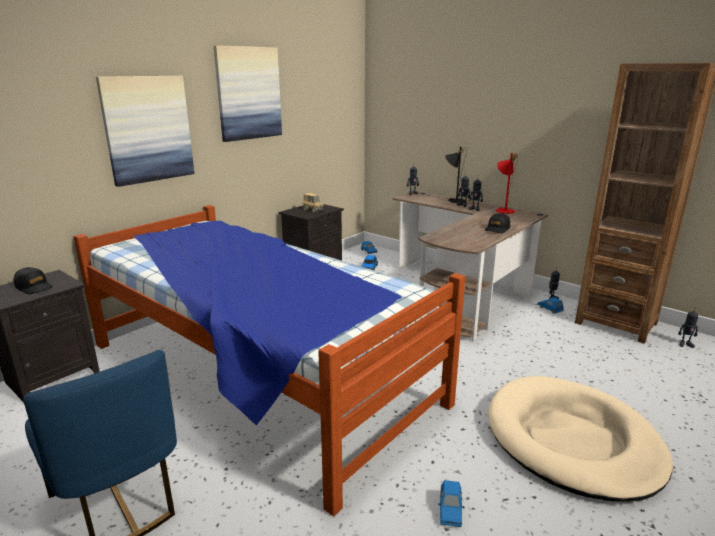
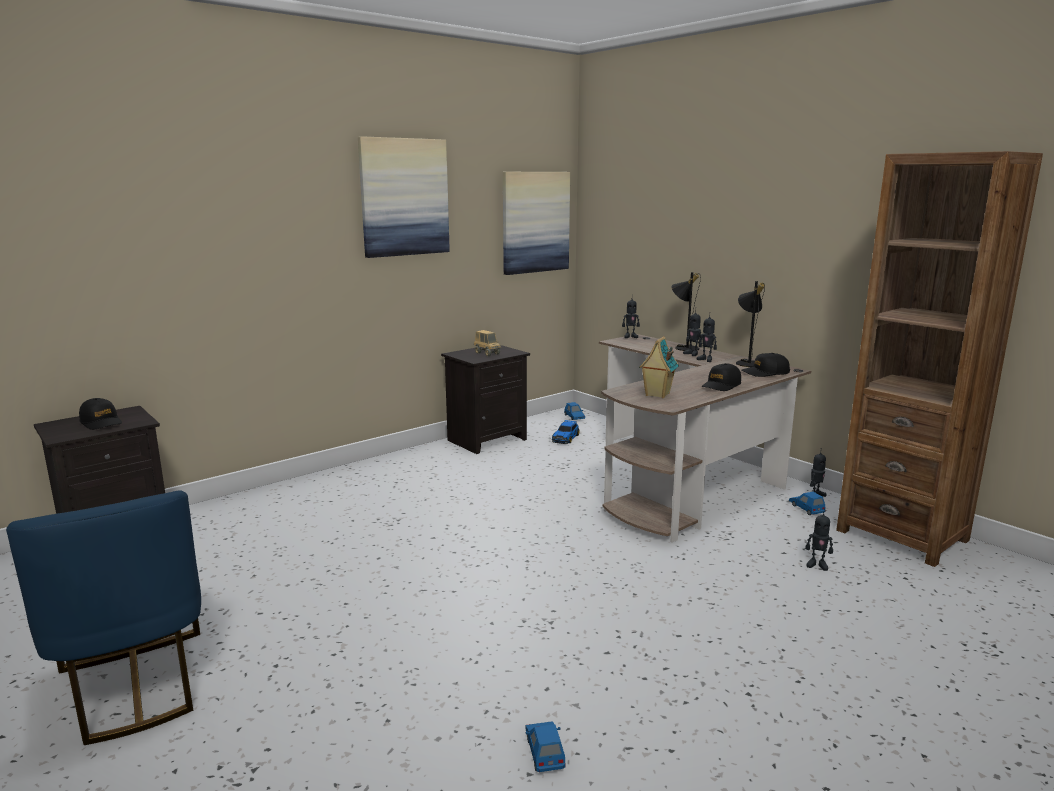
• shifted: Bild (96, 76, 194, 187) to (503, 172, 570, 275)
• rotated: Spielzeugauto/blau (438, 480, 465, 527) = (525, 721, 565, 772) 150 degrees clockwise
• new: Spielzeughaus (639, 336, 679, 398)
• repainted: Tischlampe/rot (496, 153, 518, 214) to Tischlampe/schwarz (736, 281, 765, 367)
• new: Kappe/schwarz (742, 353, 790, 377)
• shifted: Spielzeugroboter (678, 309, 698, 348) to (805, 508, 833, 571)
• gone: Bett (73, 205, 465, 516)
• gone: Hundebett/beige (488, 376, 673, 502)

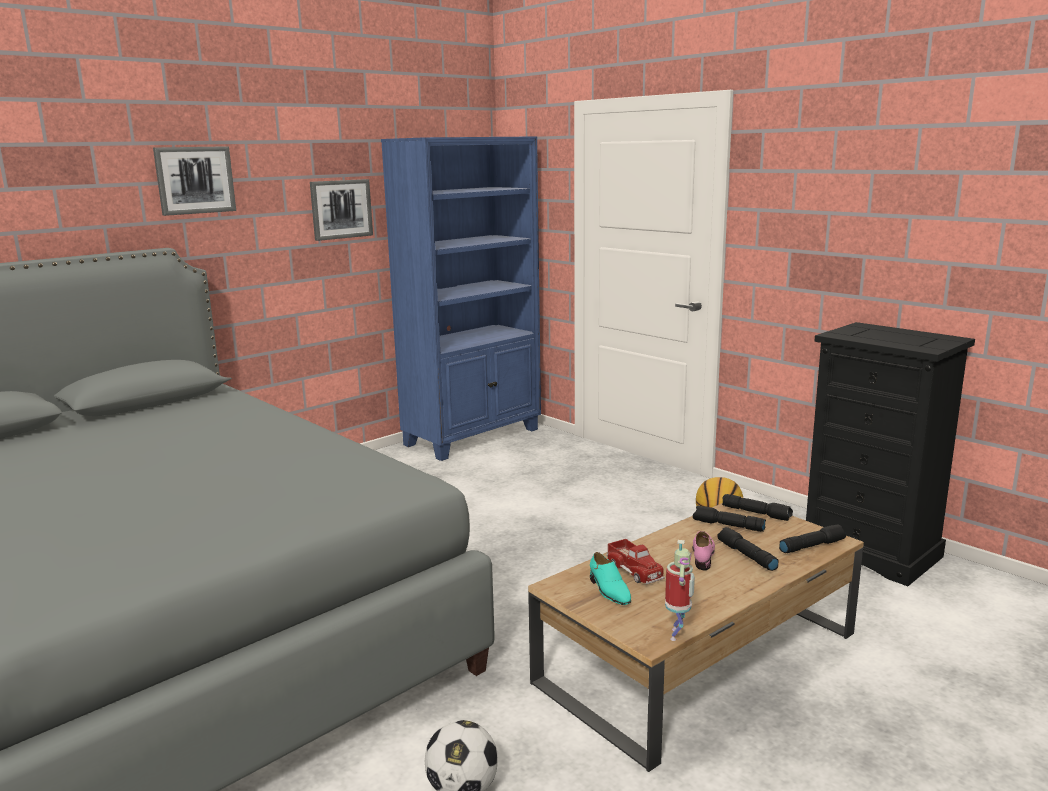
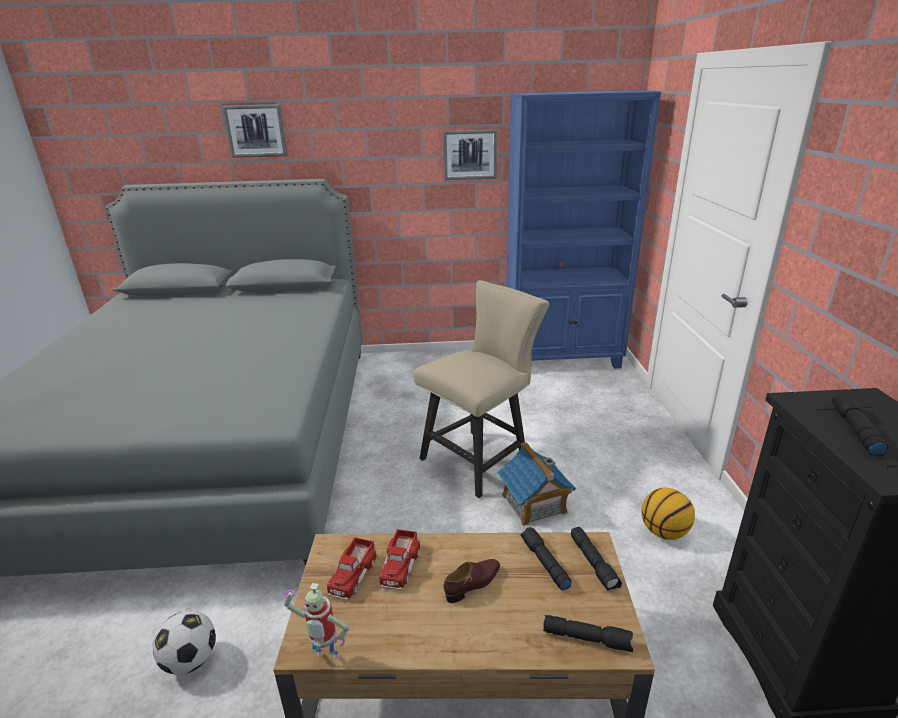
• shifted: Bild (153, 146, 236, 216) to (222, 104, 287, 158)
• rotated: Spielzeugroboter (665, 540, 695, 641) = (284, 583, 349, 659) 45 degrees clockwise
• swapped: Schuh/türkis (590, 552, 631, 605) to Spielzeuglaster (327, 537, 377, 601)
• new: Stuhl/beige (414, 280, 549, 498)
• repainted: Schuh/rosa (692, 531, 715, 570) to Schuh/braun (444, 559, 500, 603)
• new: Spielzeughaus (497, 442, 576, 526)
• shifted: Taschenlampe/schwarz (717, 527, 779, 571) to (832, 392, 888, 456)

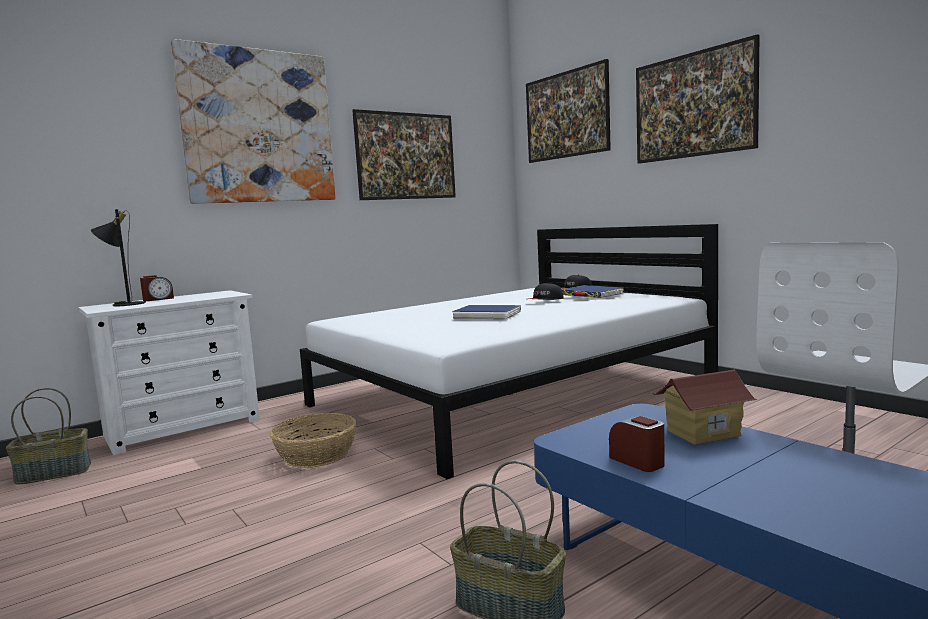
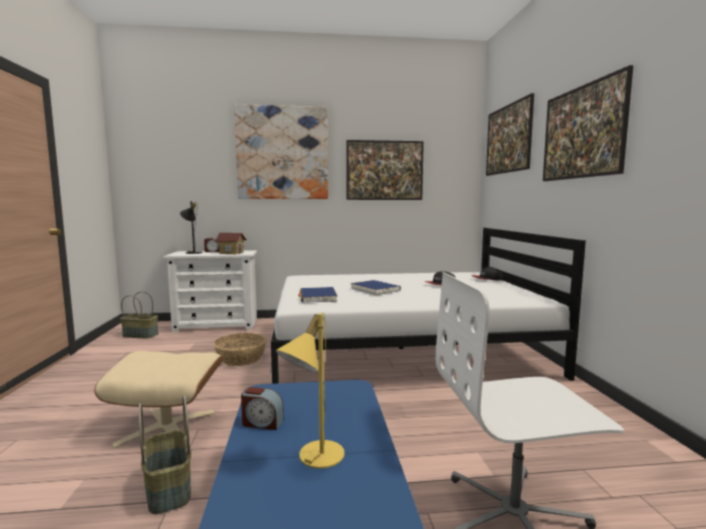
• new: Polsterhocker/beige (94, 351, 223, 448)
• shifted: Spielzeughaus (652, 370, 757, 445) to (214, 233, 247, 254)
• rotated: Wecker (609, 416, 665, 472) = (241, 387, 284, 430) 105 degrees clockwise
• new: Tischlampe/gelb (275, 313, 345, 469)
• shifted: Buch/blau (562, 285, 624, 298) to (298, 287, 337, 302)

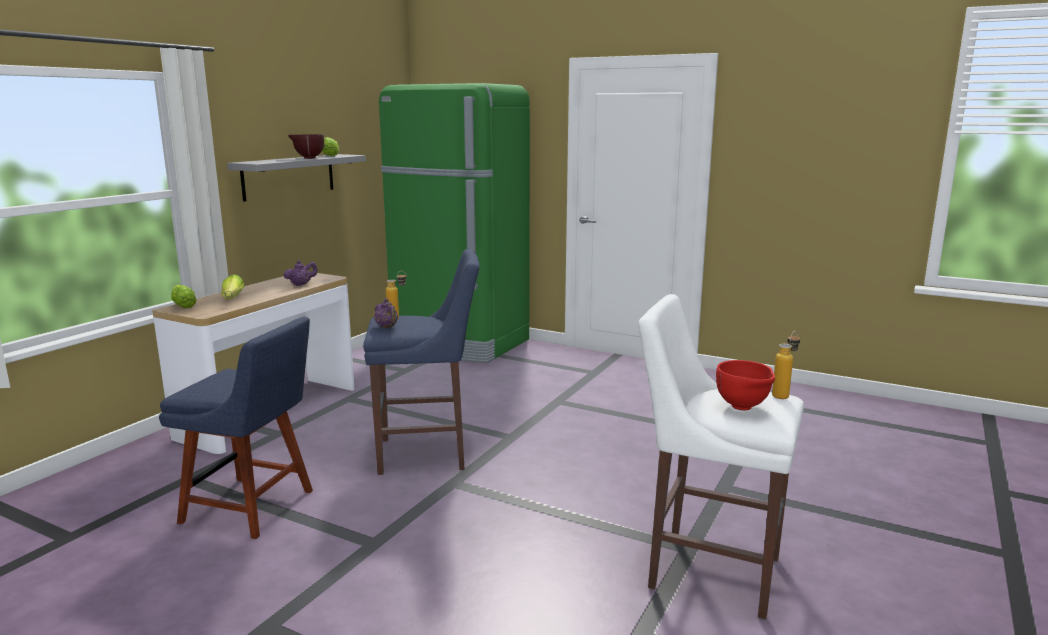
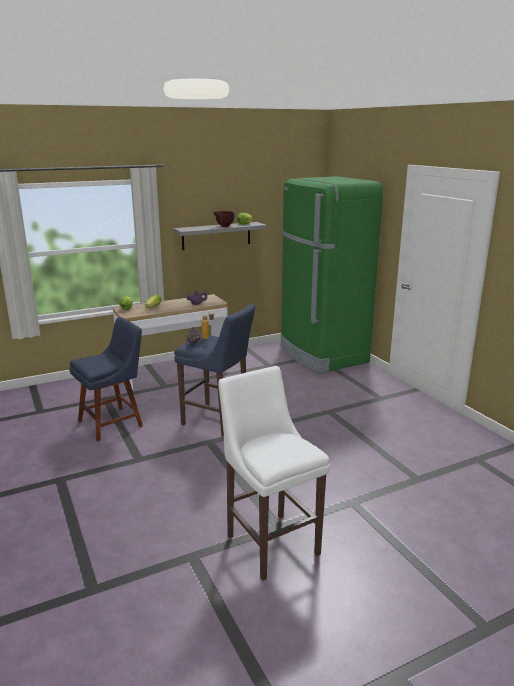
• rotated: Stuhl/blau (159, 317, 313, 539) = (69, 317, 143, 441) 90 degrees counterclockwise
• gone: Schüssel/rot (716, 360, 775, 410)
• gone: Flasche (772, 331, 800, 399)

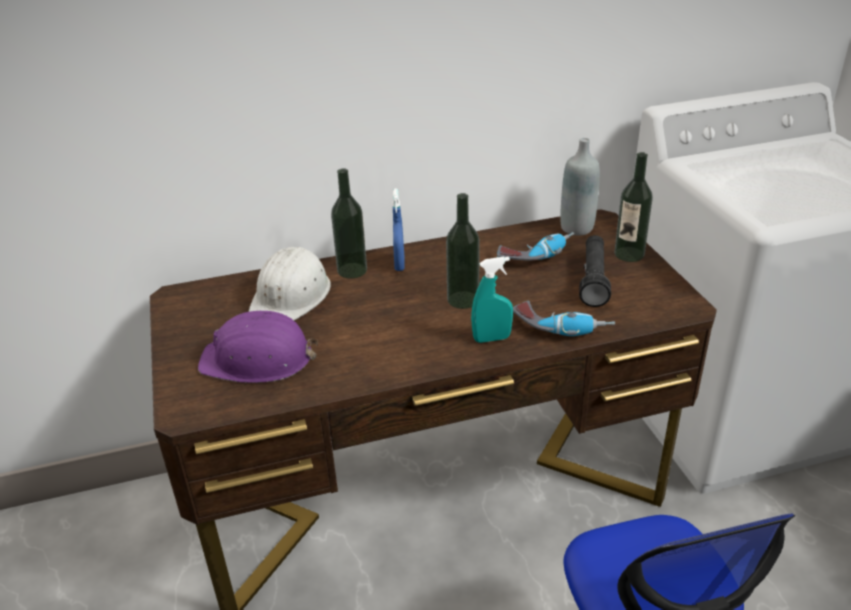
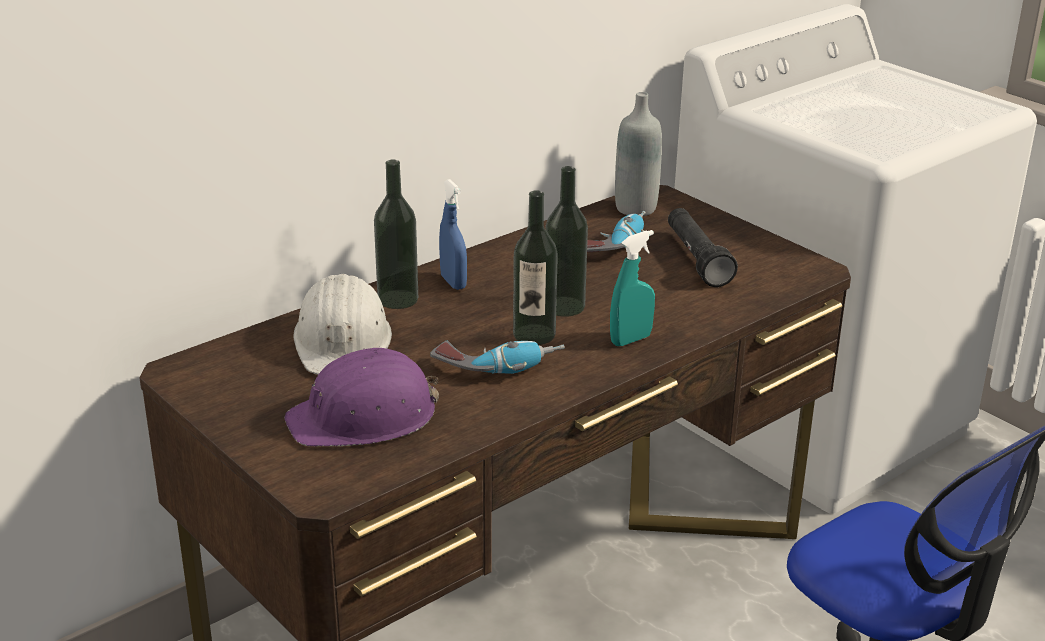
• shifted: Bohrmaschine (513, 301, 615, 336) to (430, 341, 565, 374)
• shifted: Flasche (614, 152, 653, 262) to (513, 190, 558, 345)

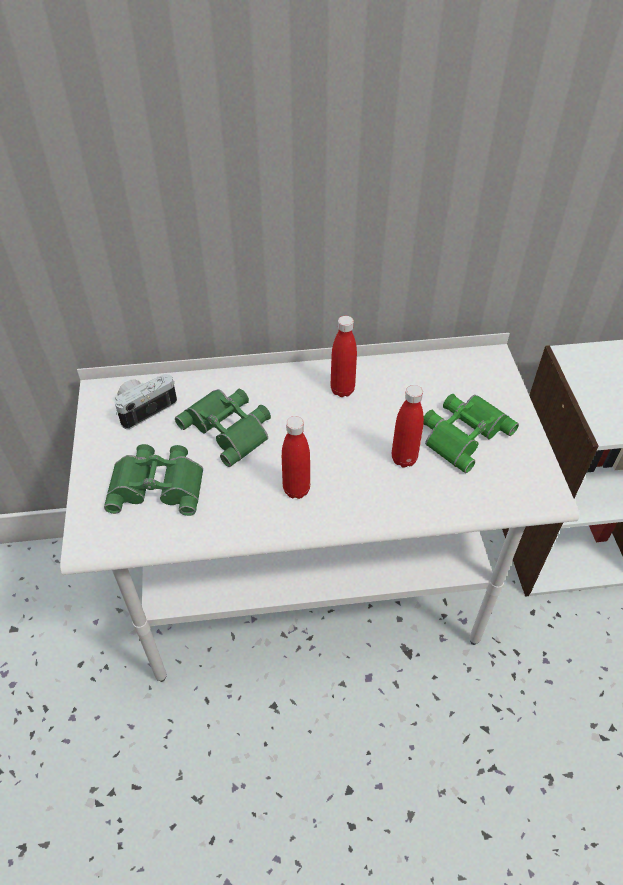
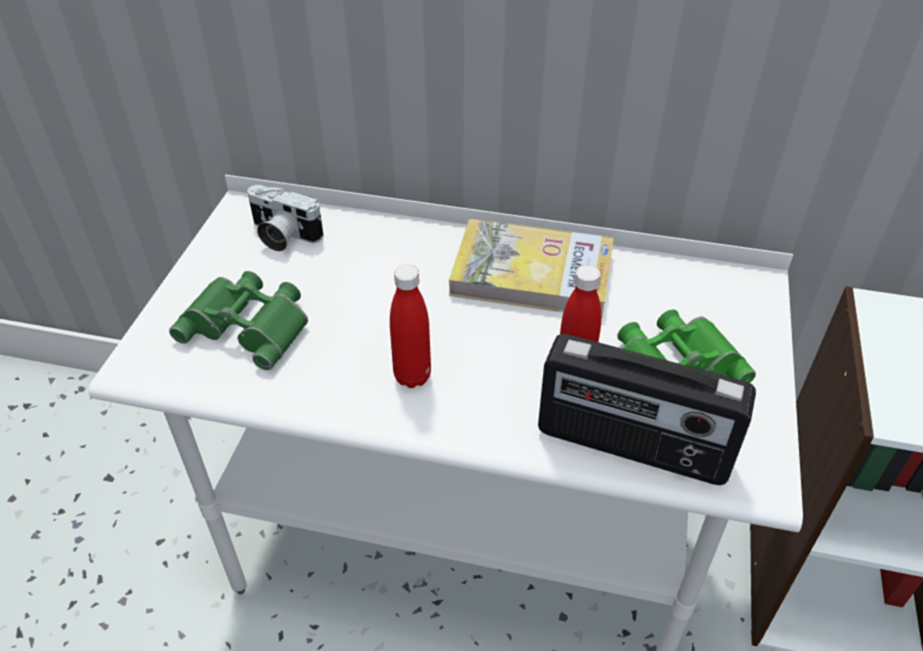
• rotated: Kamera (115, 374, 177, 429) = (247, 185, 324, 251) 135 degrees counterclockwise
• swapped: Flasche/rot (330, 316, 357, 397) to Buch (449, 219, 614, 318)
• new: Radio (538, 334, 756, 485)
• gone: Fernglas/grün (175, 389, 271, 467)

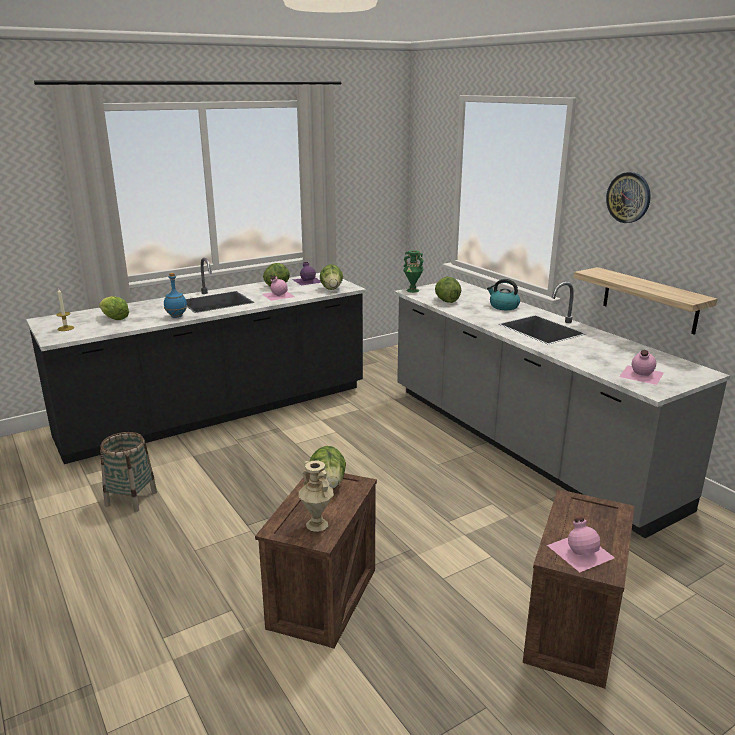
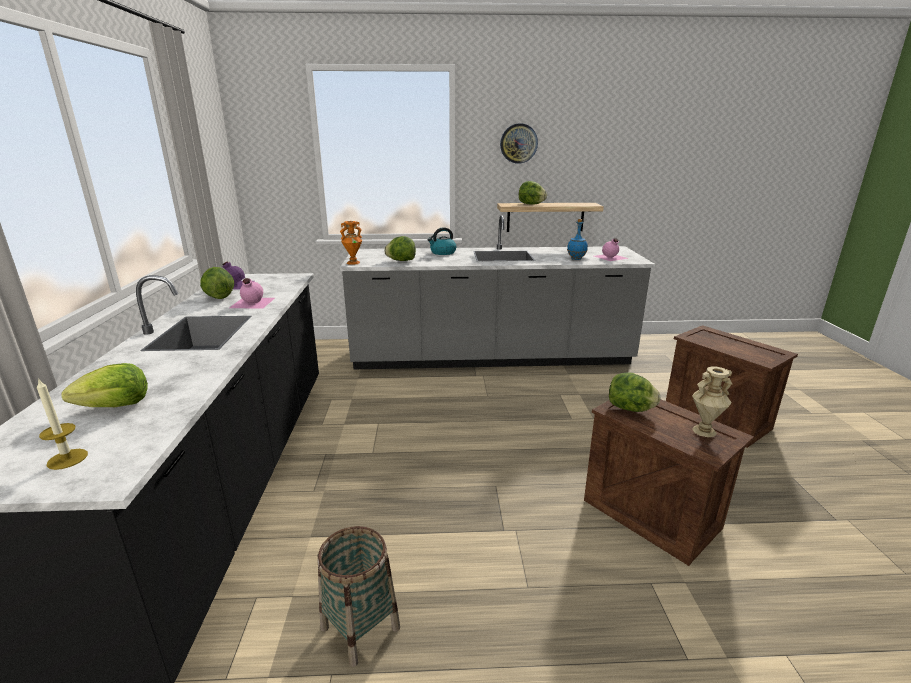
• repainted: Vase/grün (403, 250, 424, 293) to Vase/orange (340, 221, 362, 265)
• shifted: Salatkopf (320, 264, 343, 290) to (519, 181, 547, 205)
• shifted: Flasche/blau (164, 273, 187, 318) to (567, 219, 588, 260)
• gone: Flasche/rosa (547, 517, 615, 572)

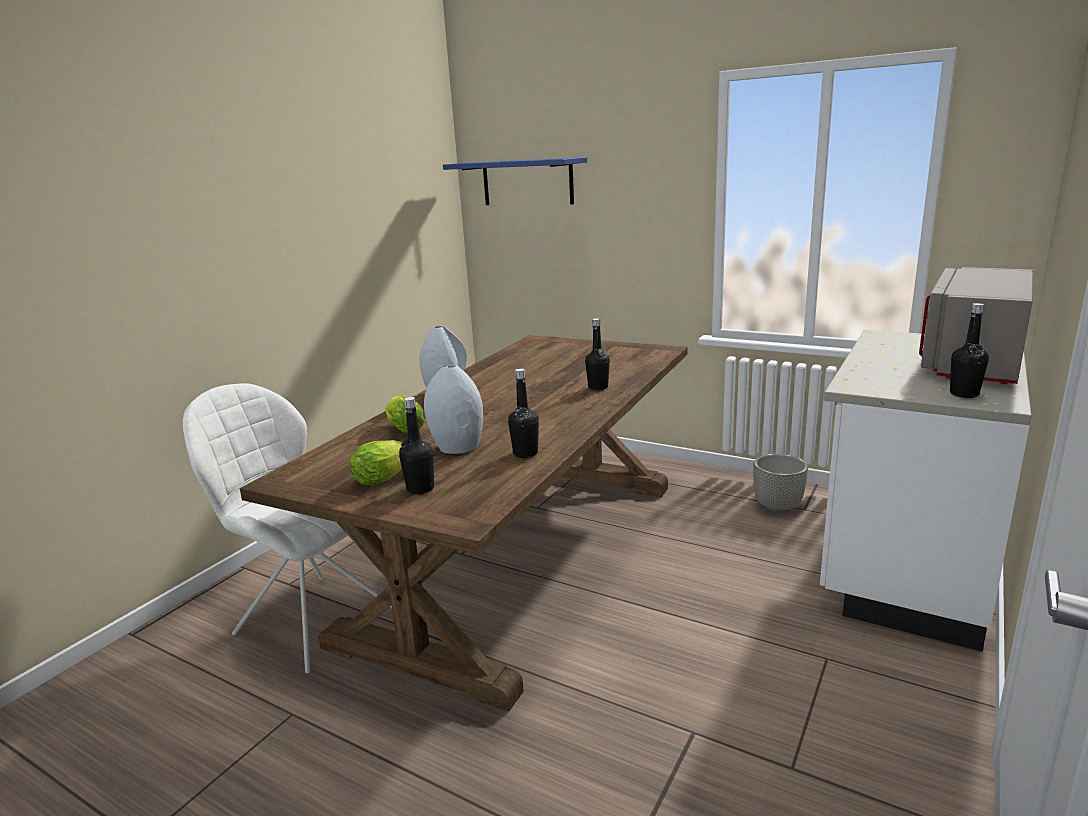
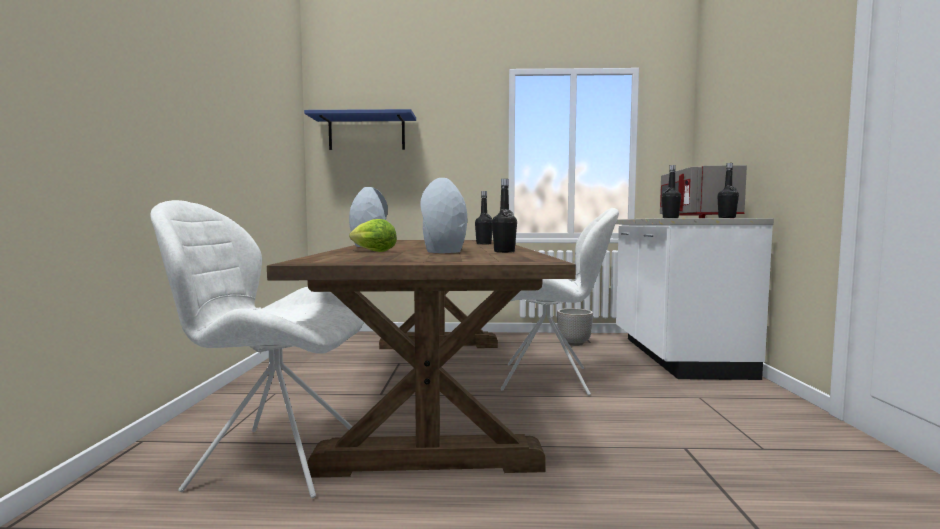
• new: Stuhl/weiß (501, 208, 619, 396)
• shifted: Flasche/schwarz (399, 397, 434, 494) to (662, 165, 681, 218)
• gone: Salatkopf (350, 440, 402, 485)

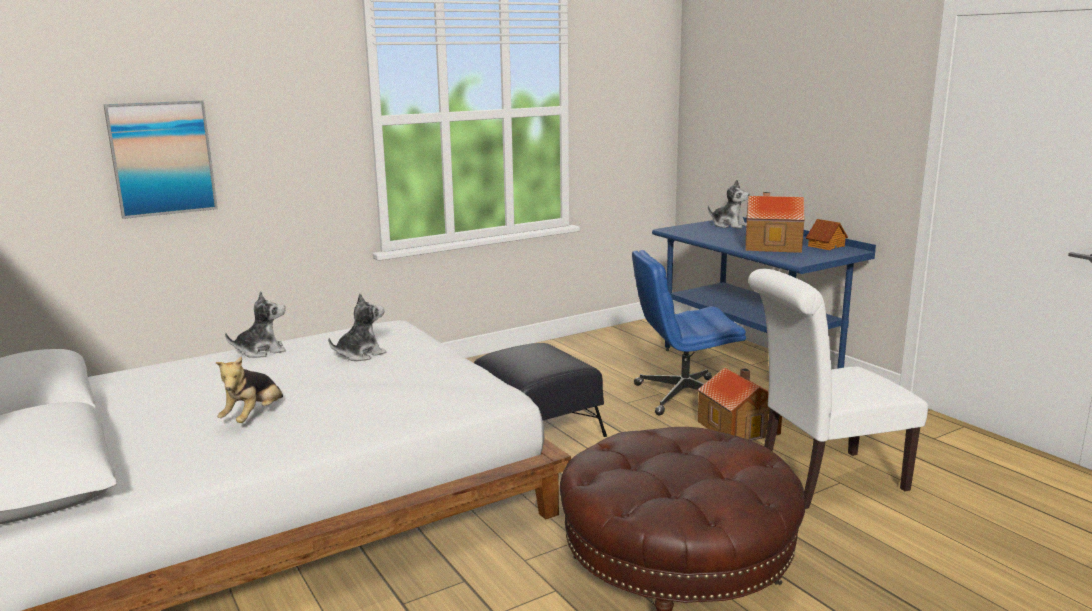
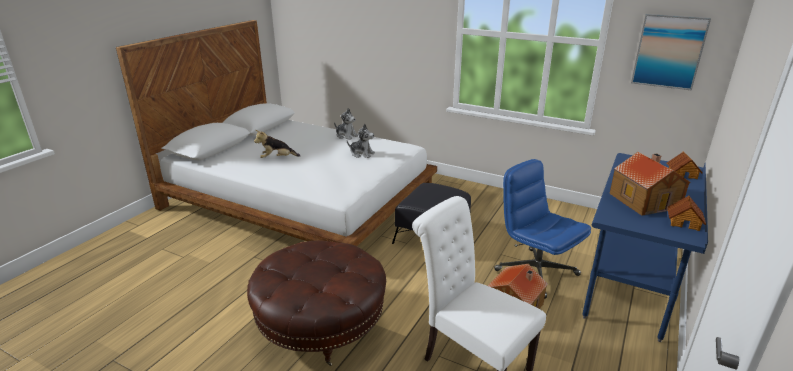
• shifted: Bild (103, 100, 218, 219) to (631, 14, 711, 91)
• swapped: Plüschtier (708, 180, 750, 229) to Spielzeughaus (667, 151, 703, 179)

